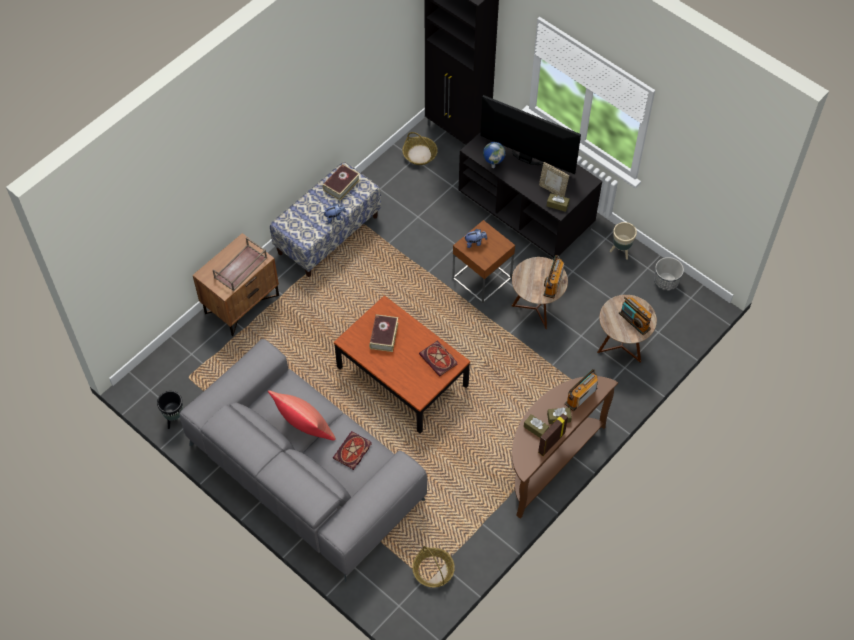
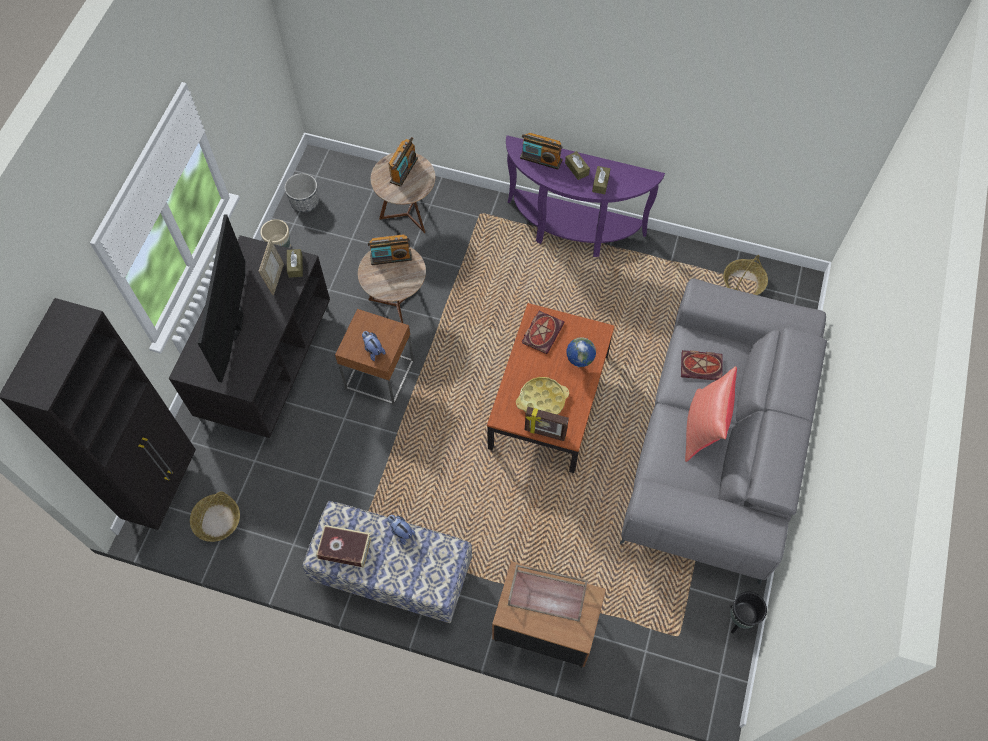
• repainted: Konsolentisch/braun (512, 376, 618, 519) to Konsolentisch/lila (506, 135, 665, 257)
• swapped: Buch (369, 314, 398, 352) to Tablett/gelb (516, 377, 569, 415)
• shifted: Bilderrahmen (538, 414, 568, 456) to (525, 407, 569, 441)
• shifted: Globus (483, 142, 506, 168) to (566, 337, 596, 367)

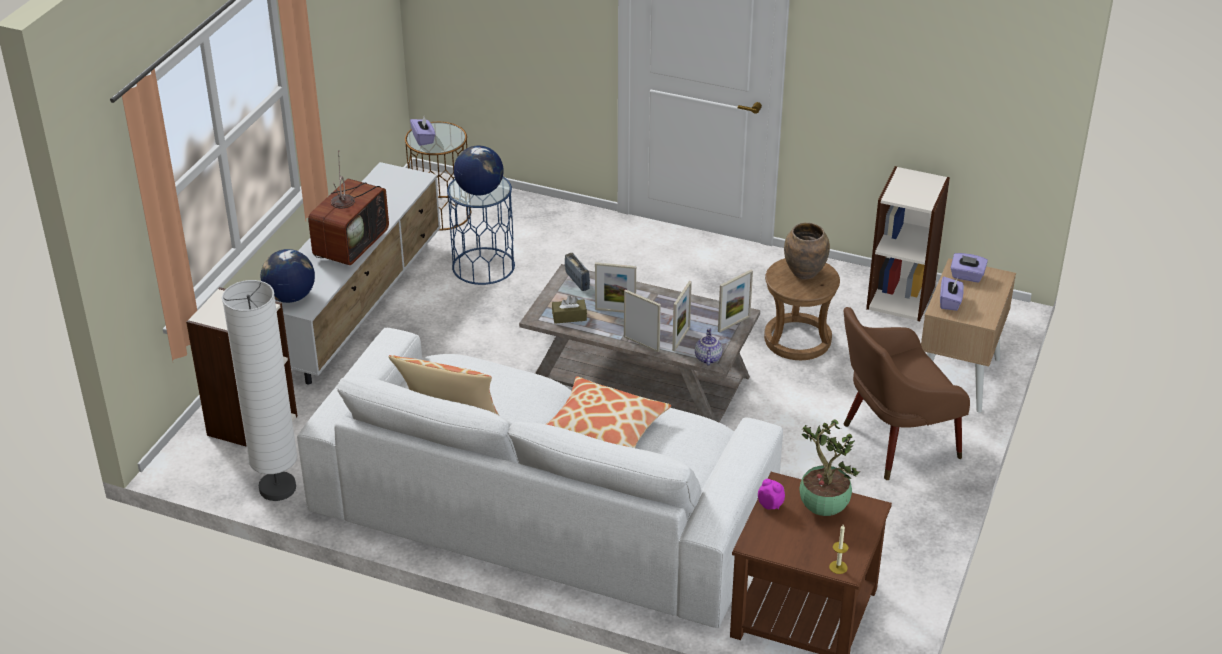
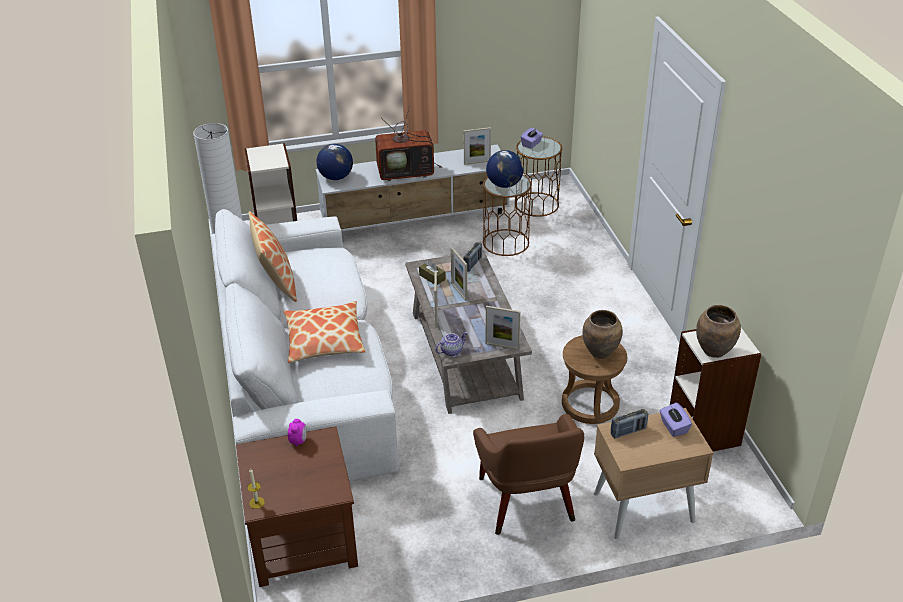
• shifted: Bilderrahmen (672, 281, 692, 351) to (464, 127, 491, 165)
• rotated: Sessel/braun (844, 307, 970, 480) = (473, 414, 584, 535) 135 degrees counterclockwise
• repainted: Beistelltisch/blau (447, 177, 515, 285) to Beistelltisch/braun (483, 175, 532, 256)
• swapped: Taschentuchbox/lila (940, 277, 964, 311) to Radio (611, 409, 648, 439)
• new: Vase/braun (696, 305, 741, 358)
• gone: Topfpflanze (800, 419, 860, 516)

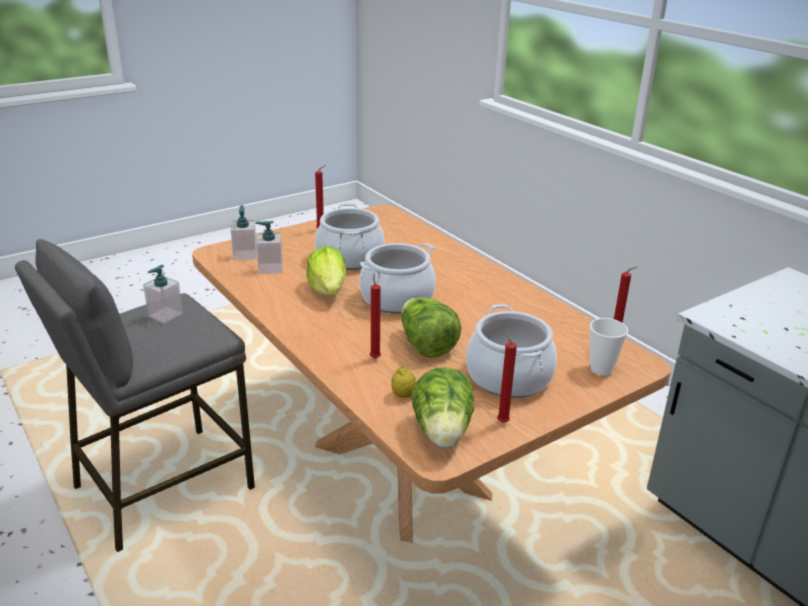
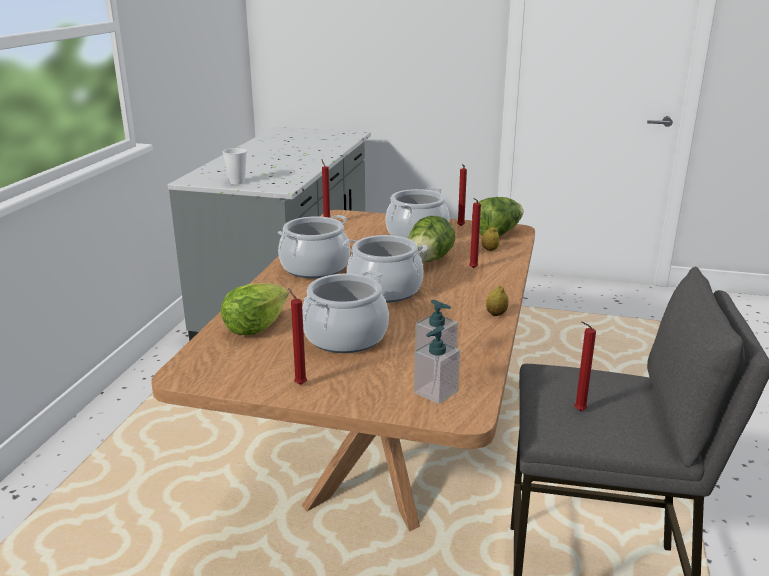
• shifted: Salatkopf (306, 246, 347, 296) to (221, 283, 288, 335)
• shifted: Tasse (590, 318, 628, 376) to (223, 148, 247, 184)
• new: Kochtopf (278, 215, 350, 278)
• new: Zitrone (486, 286, 509, 316)
• swapped: Seifenspender (143, 265, 183, 323) to Kerze/rot (574, 322, 596, 411)

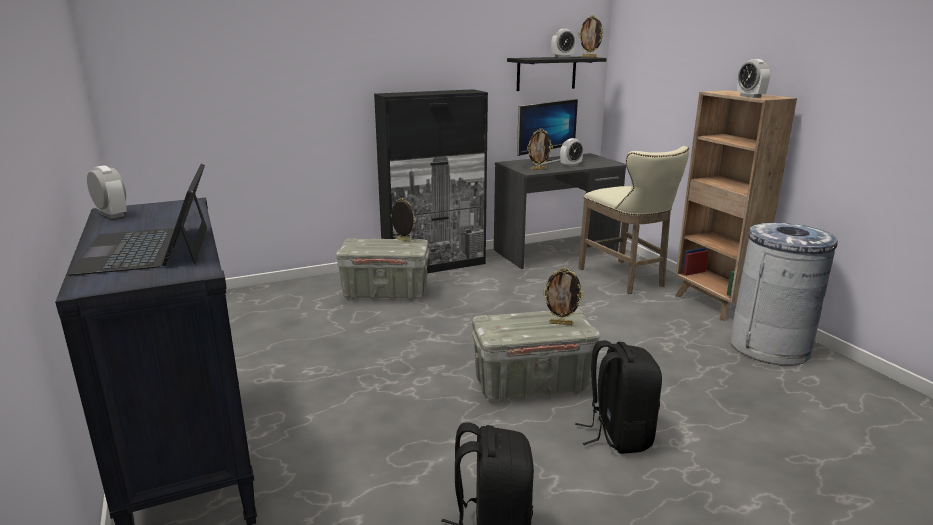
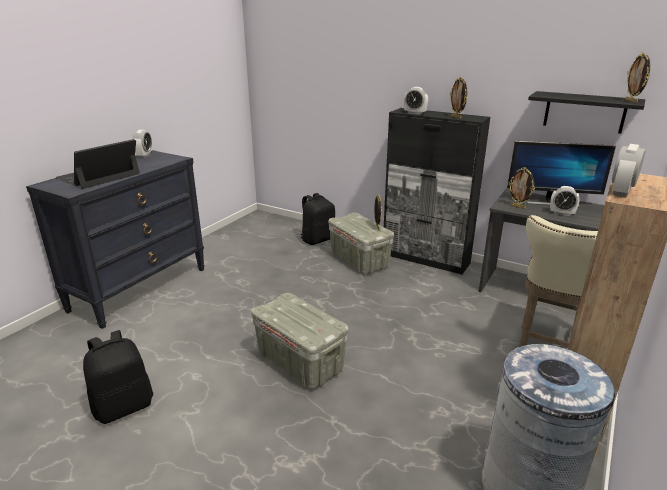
• shifted: Rucksack/schwarz (575, 340, 662, 454) to (300, 193, 335, 245)
• shifted: Wecker (551, 29, 576, 58) to (404, 87, 428, 115)
• shifted: Bilderrahmen (543, 267, 584, 325) to (450, 77, 467, 119)

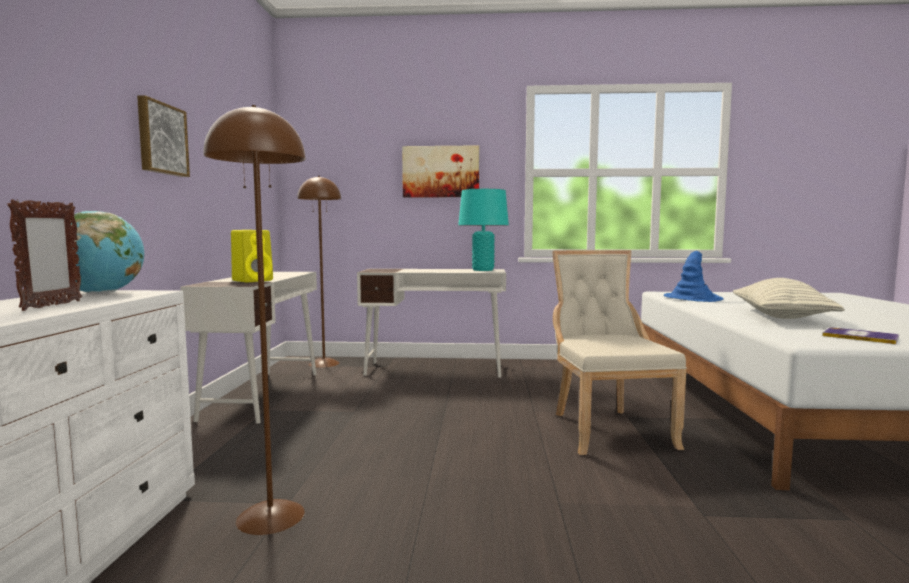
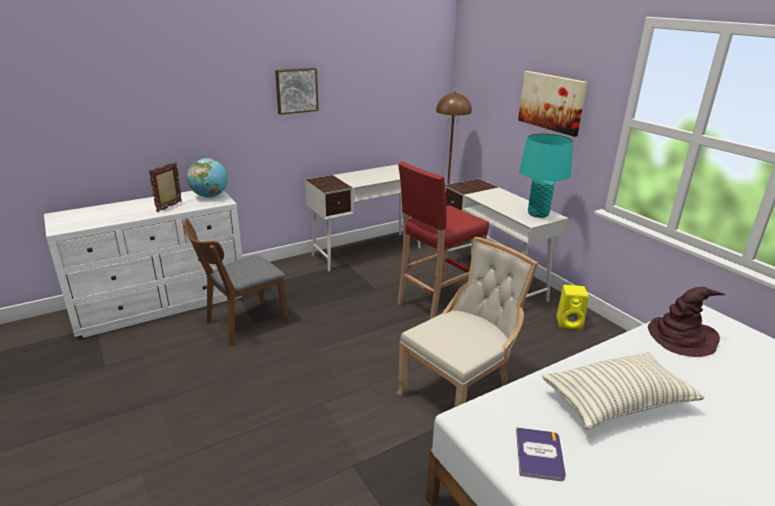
• rotated: Bilderrahmen (7, 199, 82, 311) = (149, 162, 182, 212) 150 degrees clockwise
• swapped: Stehlampe/braun (203, 105, 306, 535) to Stuhl/braun (184, 219, 289, 346)
• new: Hocker/rot (398, 162, 489, 319)
• shifted: Lautsprecher/gelb (231, 230, 273, 282) to (556, 285, 589, 330)
• repainted: Hut/blau (664, 251, 724, 302) to Hut/braun (648, 287, 725, 357)

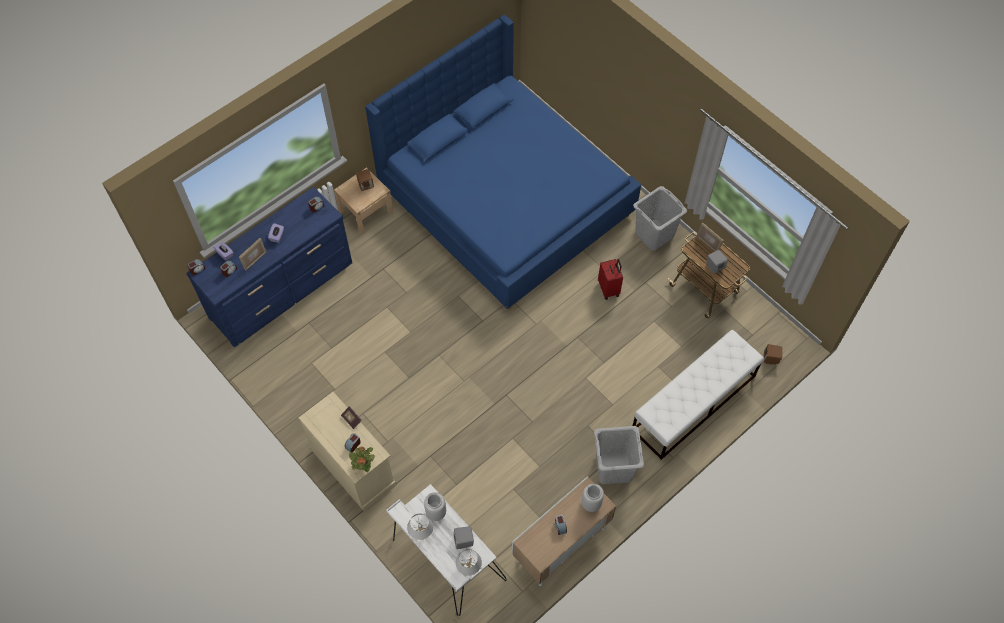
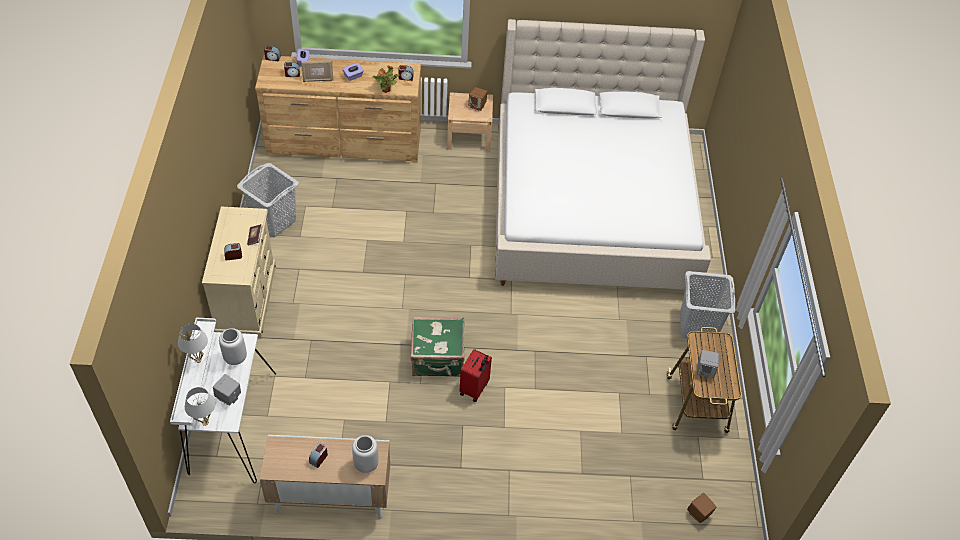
• shifted: Wäschekorb/grau (594, 426, 644, 484) to (237, 163, 299, 237)
• repainted: Kommode/blau (186, 187, 352, 347) to Kommode/braun (255, 55, 421, 163)
• shifted: Topfpflanze (349, 447, 375, 472) to (372, 65, 400, 93)
• new: Koffer/grün (411, 317, 464, 377)
• shifted: Koffer/rot (598, 259, 623, 300) to (460, 349, 492, 402)
• repainted: Bett/blau (365, 15, 641, 309) to Bett/beige (495, 19, 711, 290)
• gone: Bank/weiß (633, 330, 764, 460)
• gone: Bilderrahmen (697, 223, 724, 252)

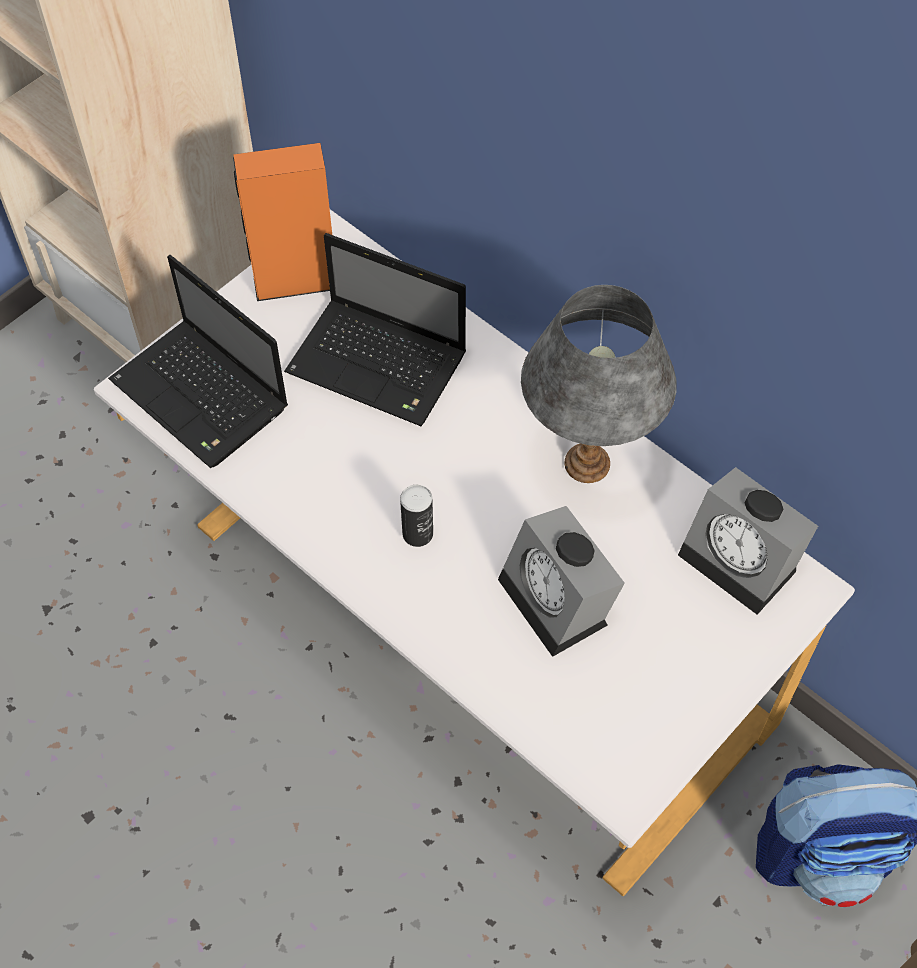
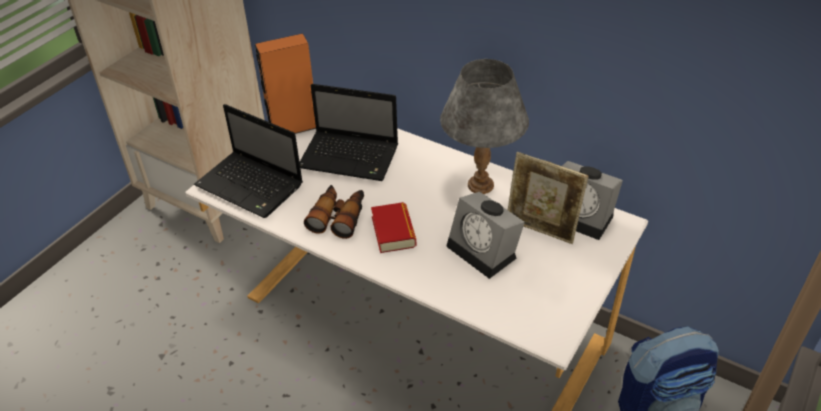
• new: Fernglas (304, 185, 364, 239)
• swapped: Dose (400, 485, 433, 547) to Buch (371, 202, 416, 253)
• new: Bilderrahmen (508, 152, 589, 244)

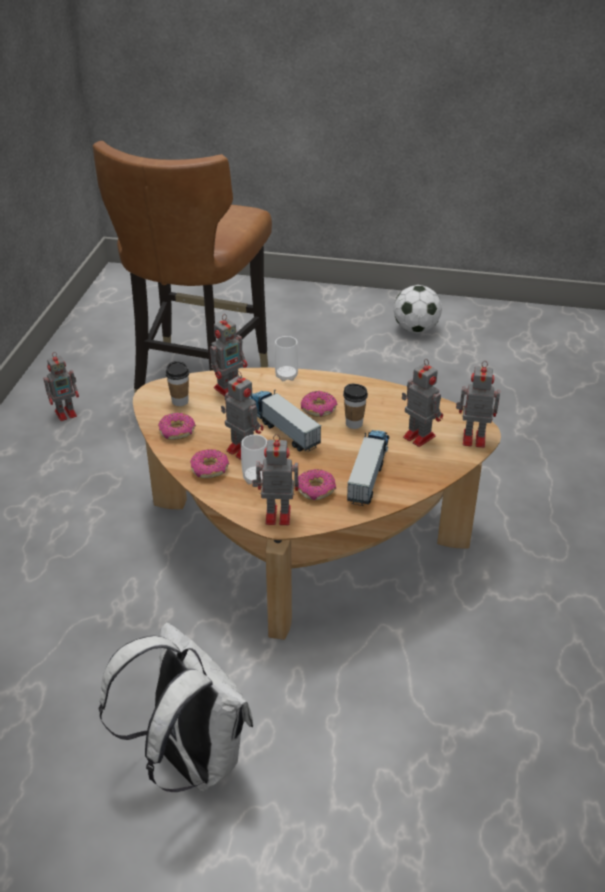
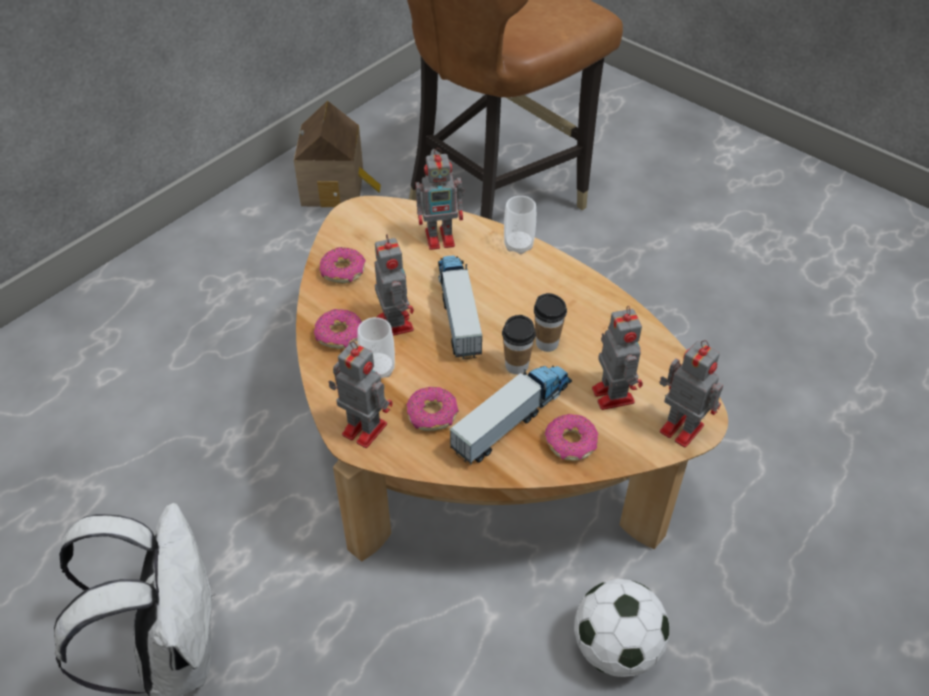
• swapped: Spielzeugroboter (44, 352, 79, 421) to Spielzeughaus (294, 100, 381, 207)
• shifted: Tasse (166, 361, 189, 406) to (502, 315, 536, 375)
• shifted: Donut (301, 391, 337, 417) to (545, 414, 598, 461)
• shifted: Fußball (393, 285, 442, 333) to (574, 579, 670, 677)

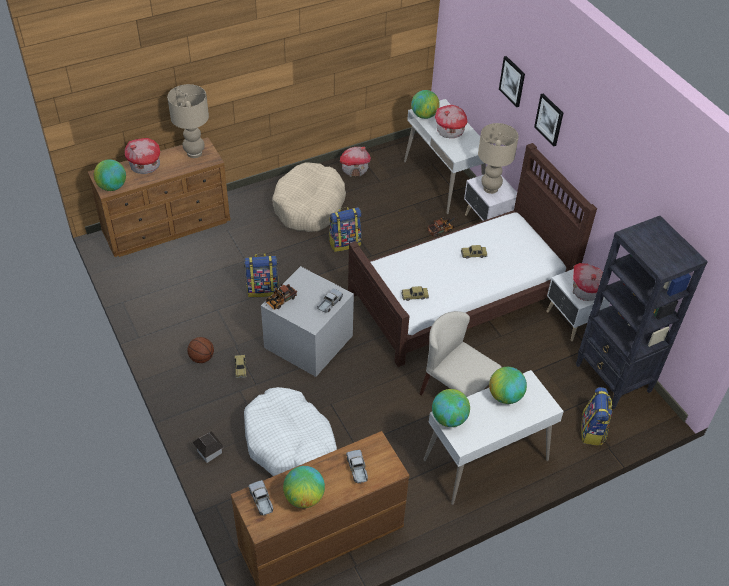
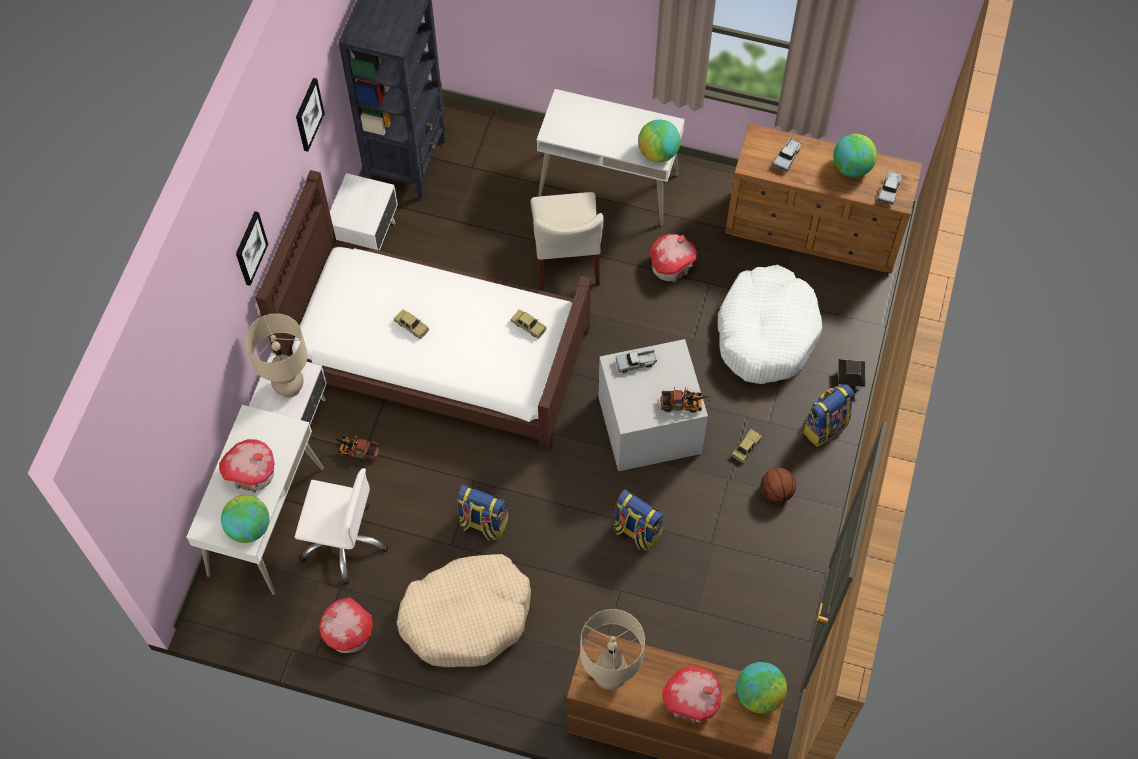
• new: Bürostuhl/weiß (295, 468, 388, 584)
• shifted: Bild (499, 56, 525, 107) to (296, 78, 325, 152)
• shifted: Spielzeughaus (573, 263, 603, 301) to (650, 234, 697, 282)
• shifted: Rucksack (581, 387, 613, 446) to (802, 384, 854, 447)
• gone: Globus (489, 367, 527, 404)

